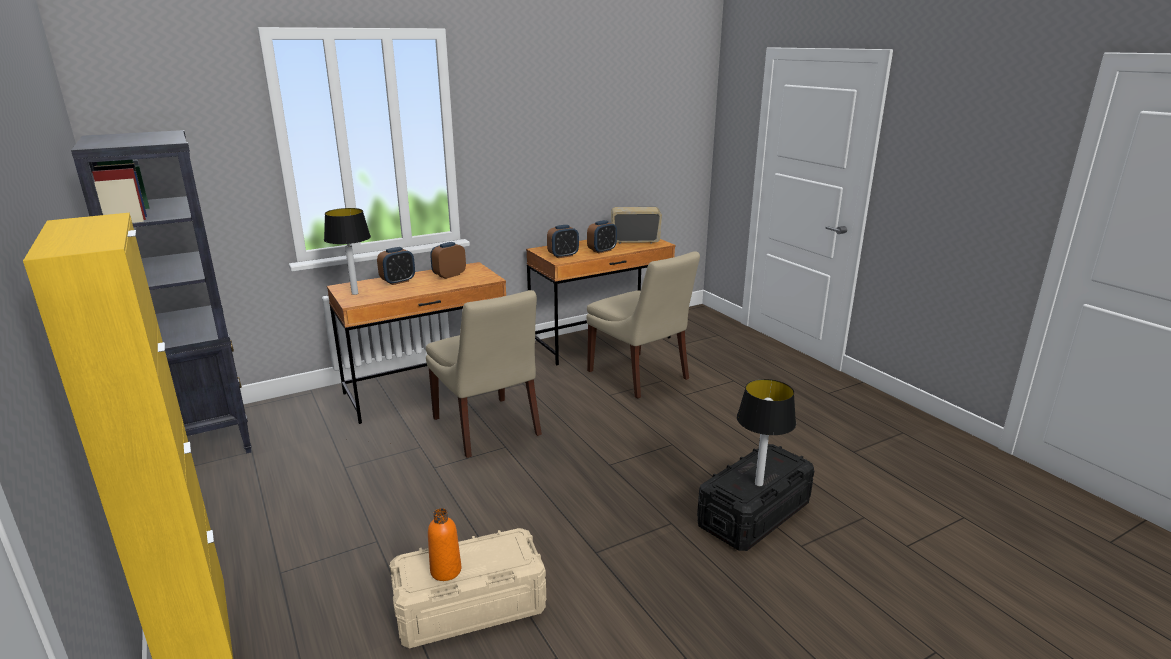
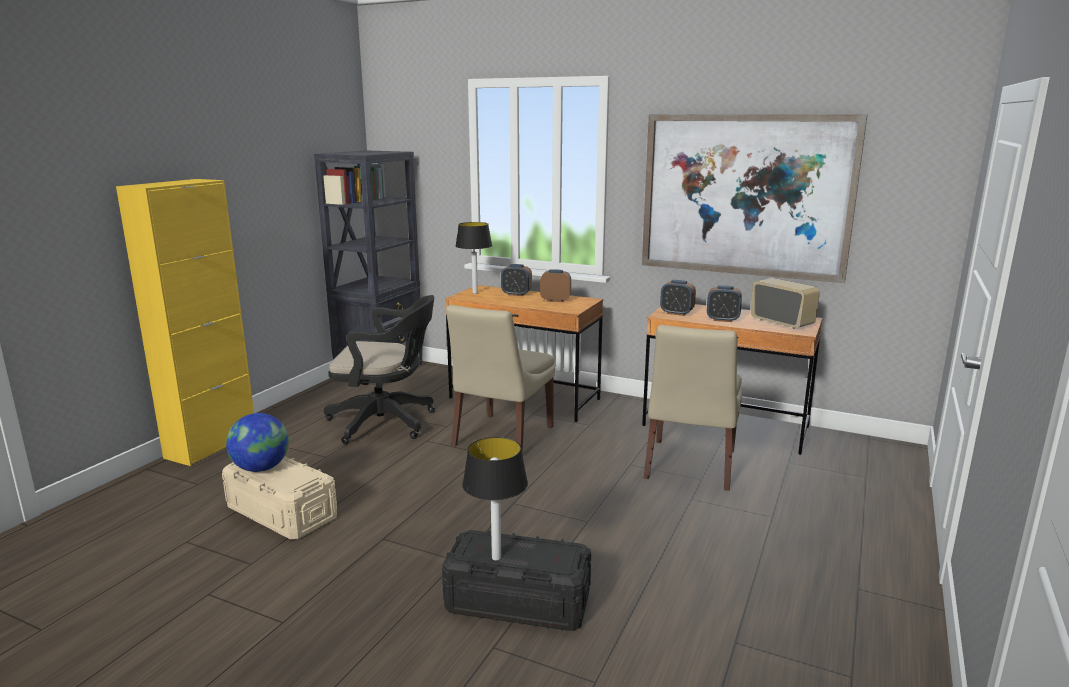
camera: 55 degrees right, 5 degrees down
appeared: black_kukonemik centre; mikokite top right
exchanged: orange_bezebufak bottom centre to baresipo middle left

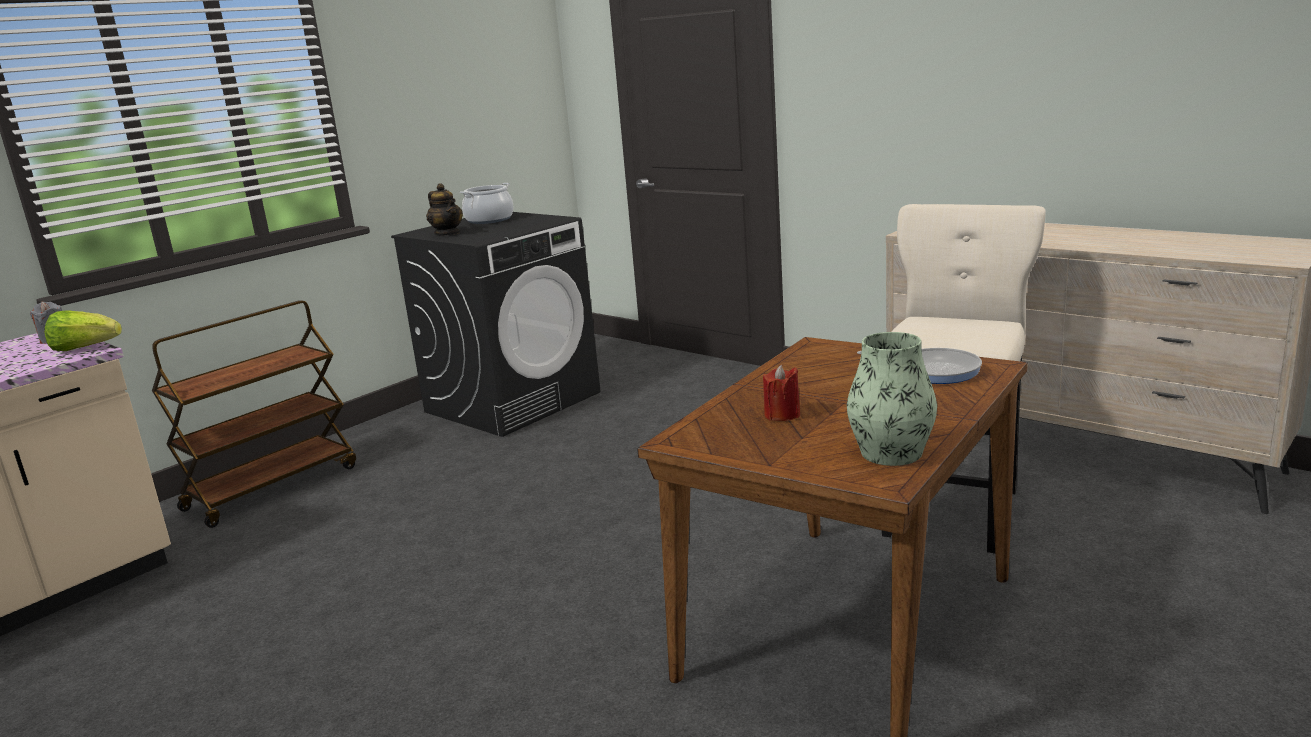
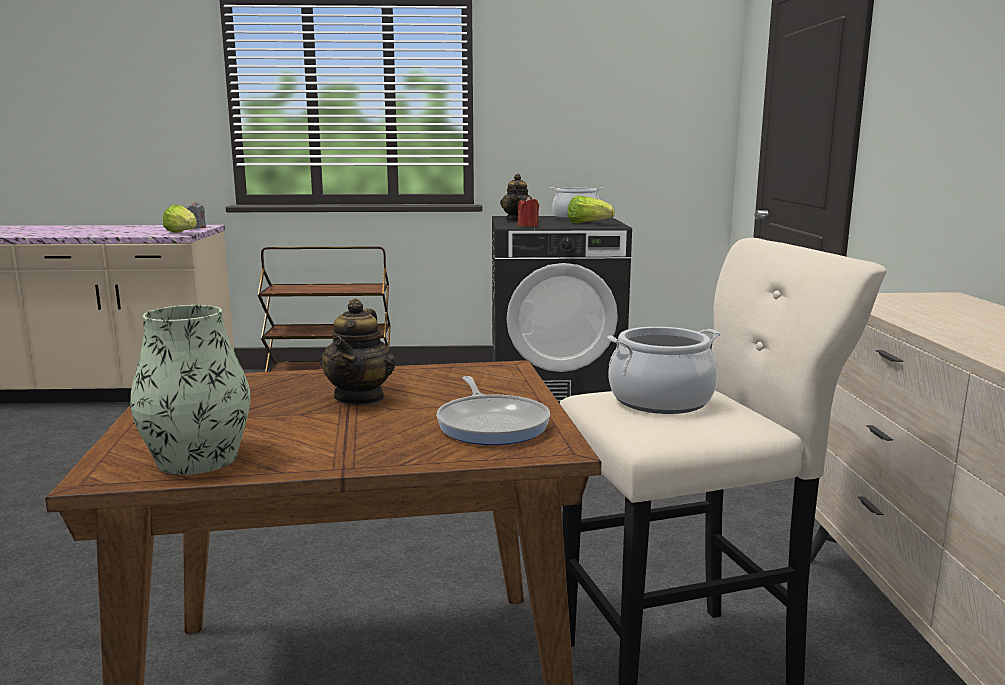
camera: 45 degrees right, 5 degrees down
appeared: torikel (no. 1 from left) centre; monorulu (no. 2 from left) top centre; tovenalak (no. 2 from left) centre
relocated: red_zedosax centre to top centre

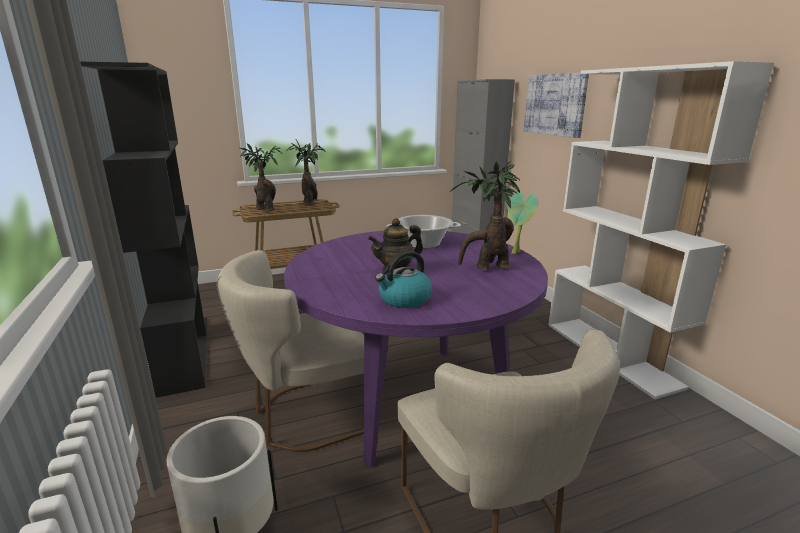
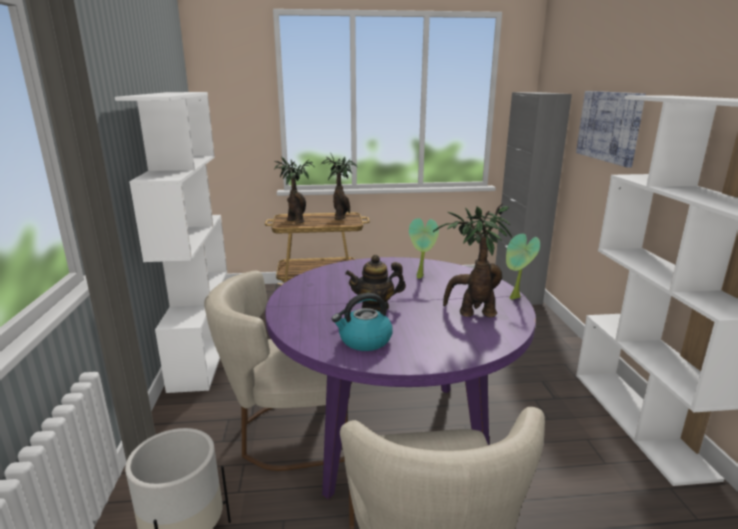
camera: 15 degrees right, 0 degrees up
exchanged: tovenalak centre to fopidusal (no. 3 from left) centre
colour: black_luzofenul middle left to white_luzofenul (no. 1 from left) middle left

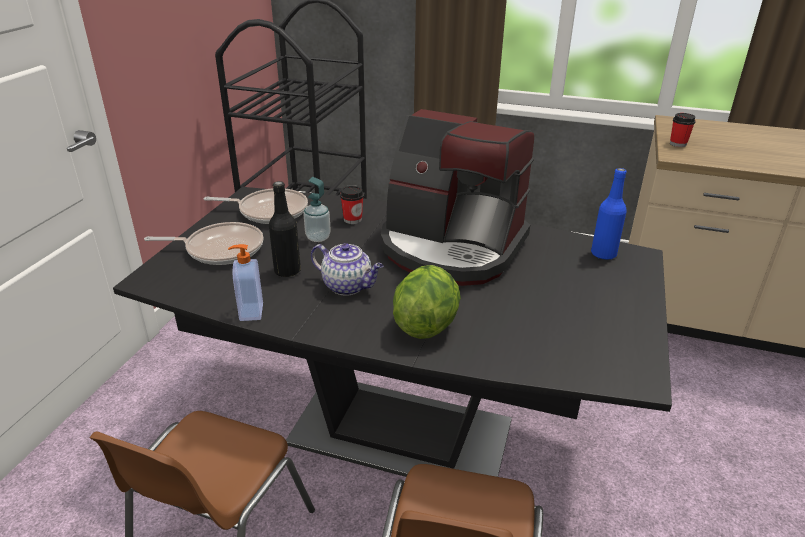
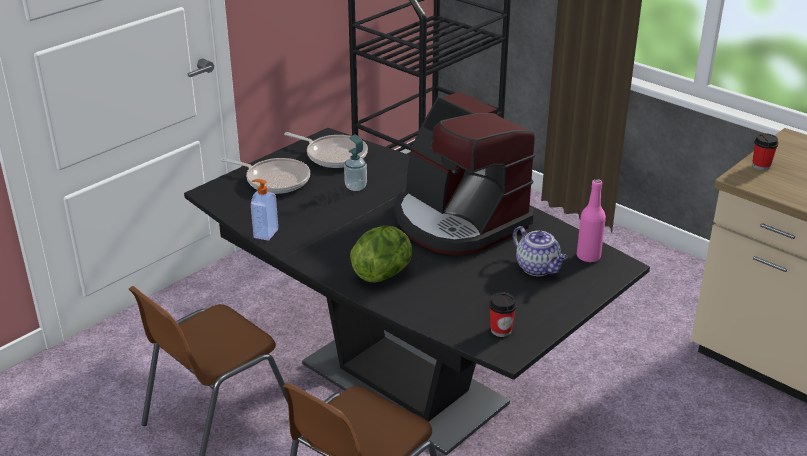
camera: 25 degrees right, 0 degrees up
missing: black_bezebufak centre
relocated: torikel centre to middle right; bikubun (no. 1 from left) centre to bottom centre
colour: blue_bezebufak middle right to pink_bezebufak middle right

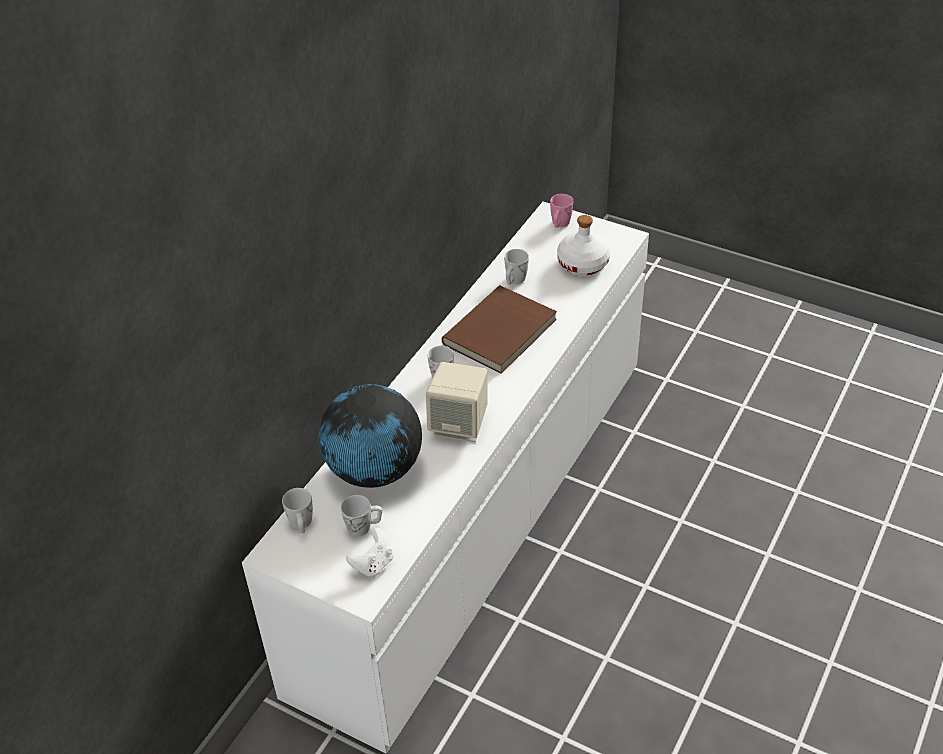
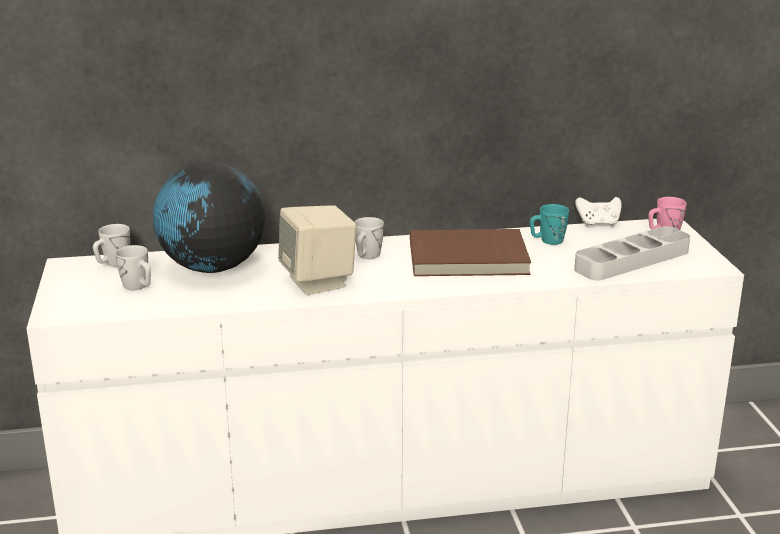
camera: 50 degrees right, 20 degrees down
relocated: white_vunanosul bottom centre to middle right
exchanged: white_bezebufak top centre to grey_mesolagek middle right
colour: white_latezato (no. 4 from left) centre to turquoise_latezato middle right

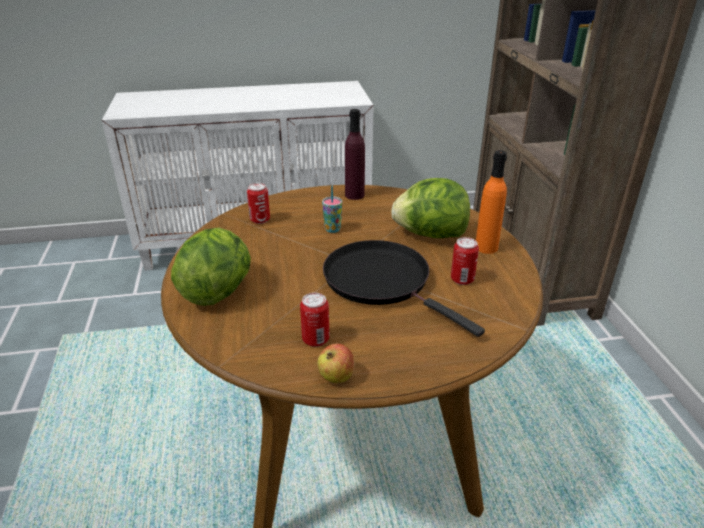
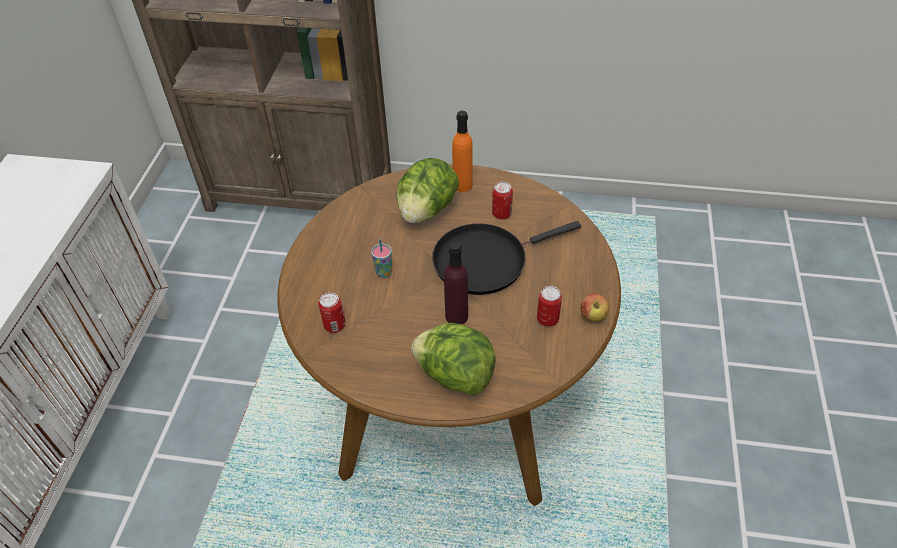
camera: 70 degrees left, 15 degrees up
relocated: purple_bezebufak top centre to centre

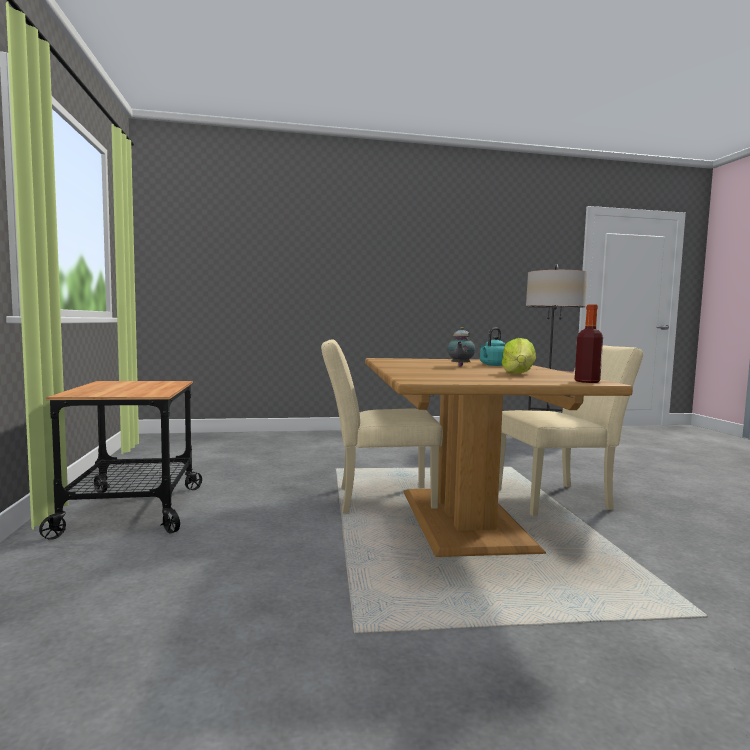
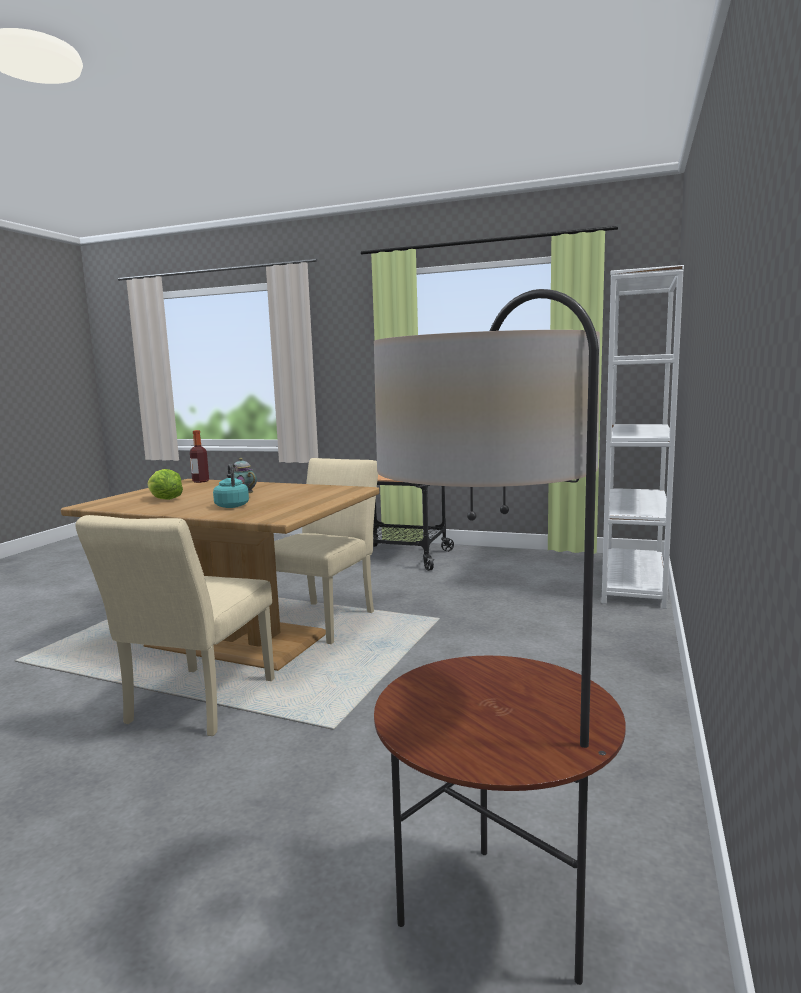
camera: 120 degrees right, 5 degrees up
appeared: white_luzofenul middle right
relocated: bezebufak middle right to middle left

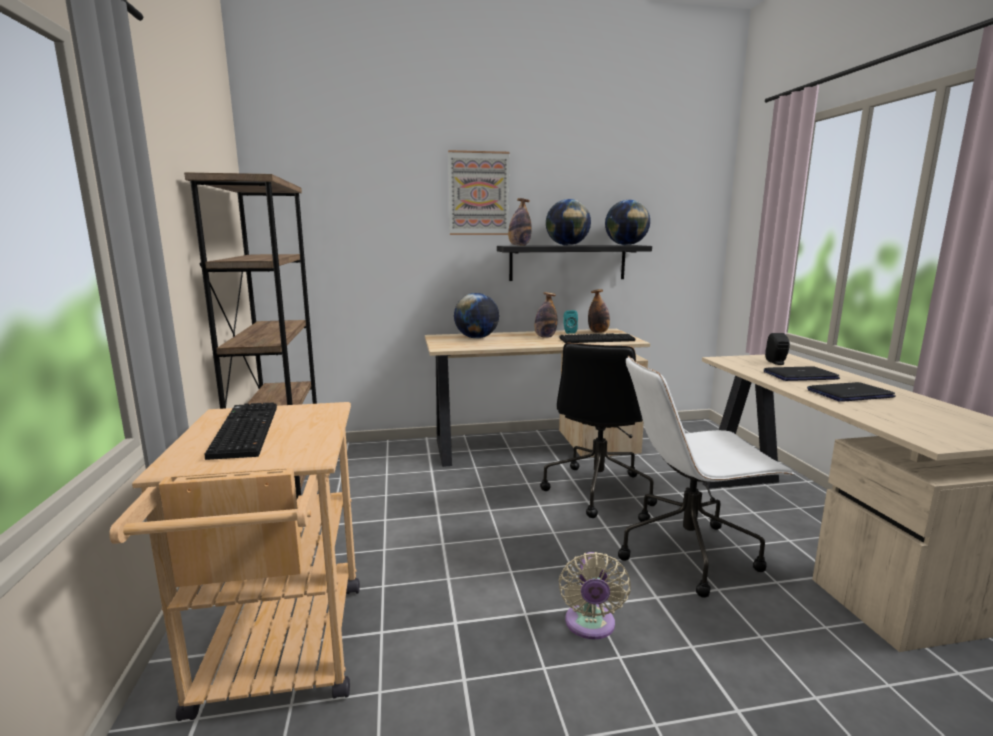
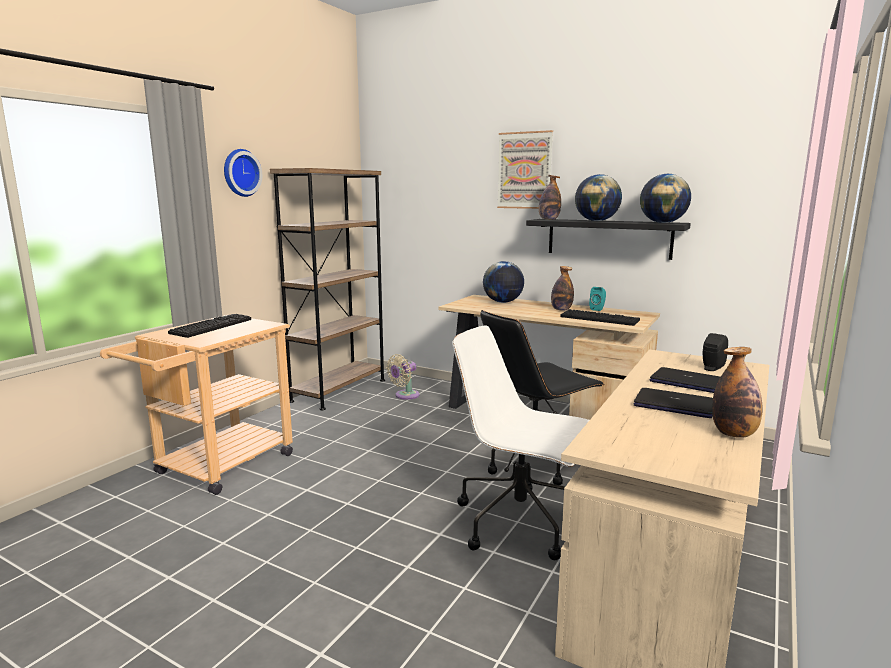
camera: 40 degrees right, 0 degrees up
appeared: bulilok top left
relocated: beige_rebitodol bottom centre to centre; bezebufak (no. 3 from left) centre to middle right

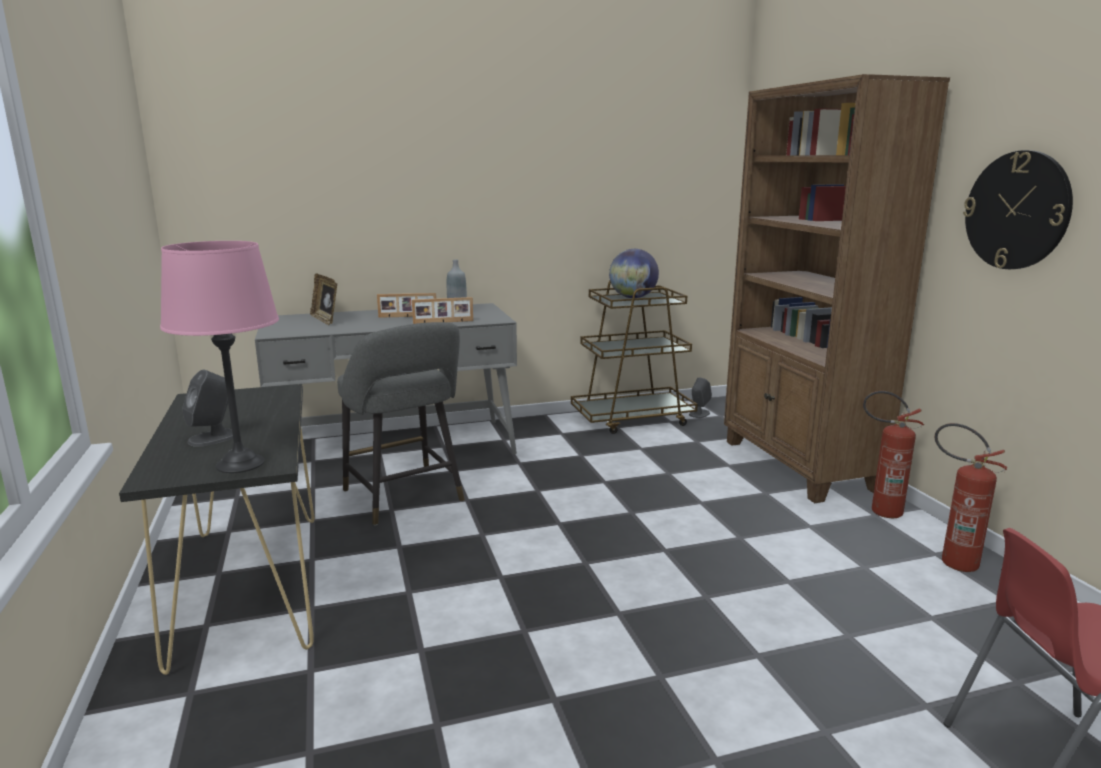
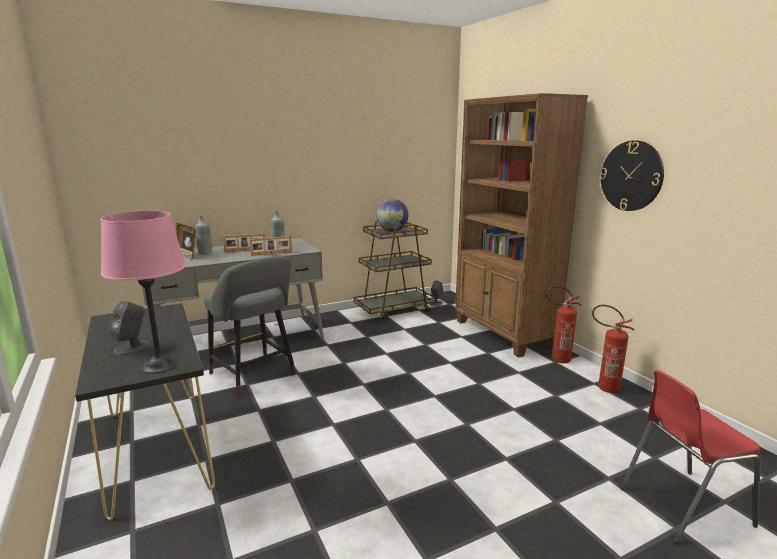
camera: 10 degrees left, 0 degrees up
appeared: grey_bezebufak (no. 1 from left) middle left

